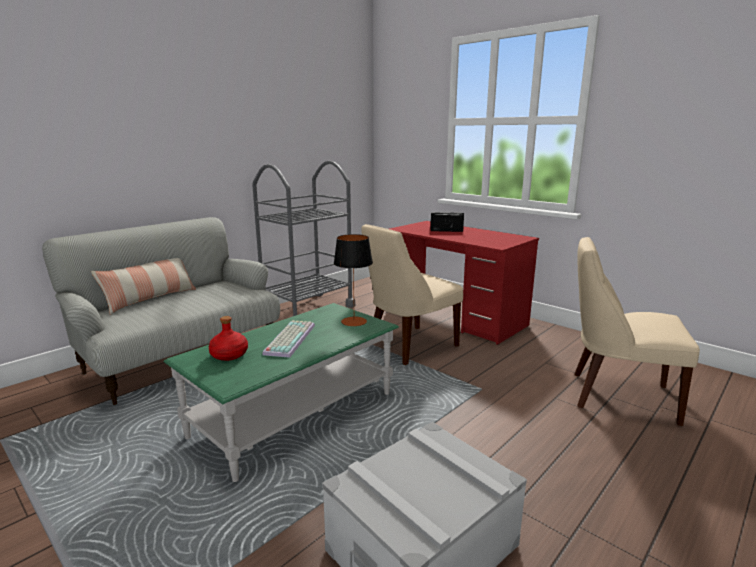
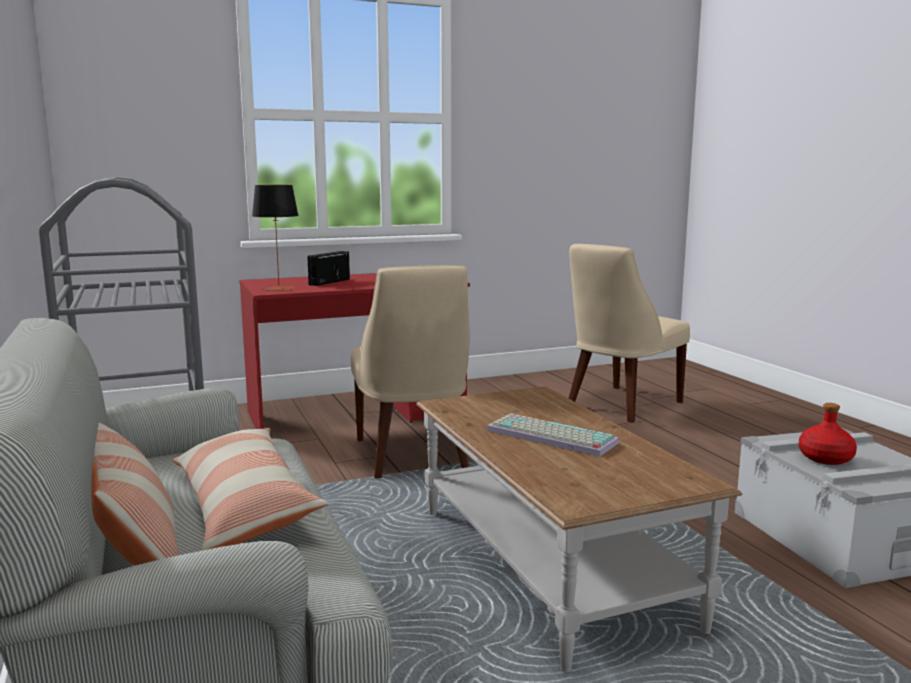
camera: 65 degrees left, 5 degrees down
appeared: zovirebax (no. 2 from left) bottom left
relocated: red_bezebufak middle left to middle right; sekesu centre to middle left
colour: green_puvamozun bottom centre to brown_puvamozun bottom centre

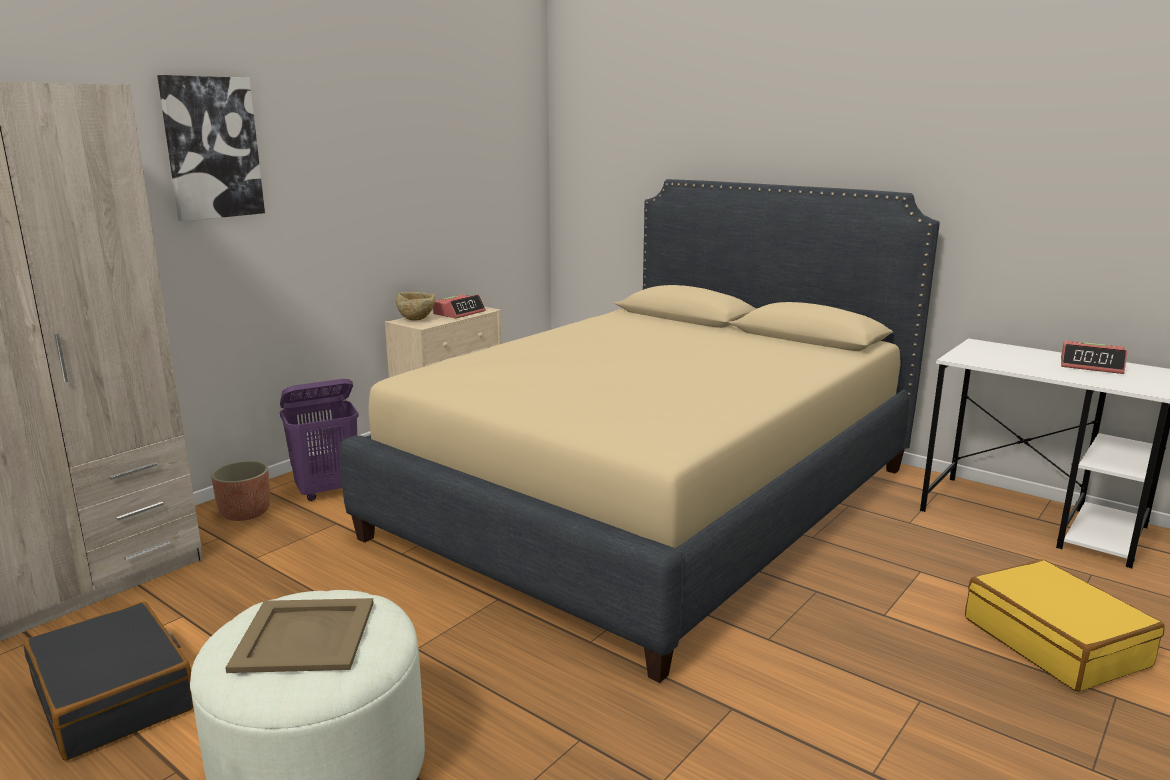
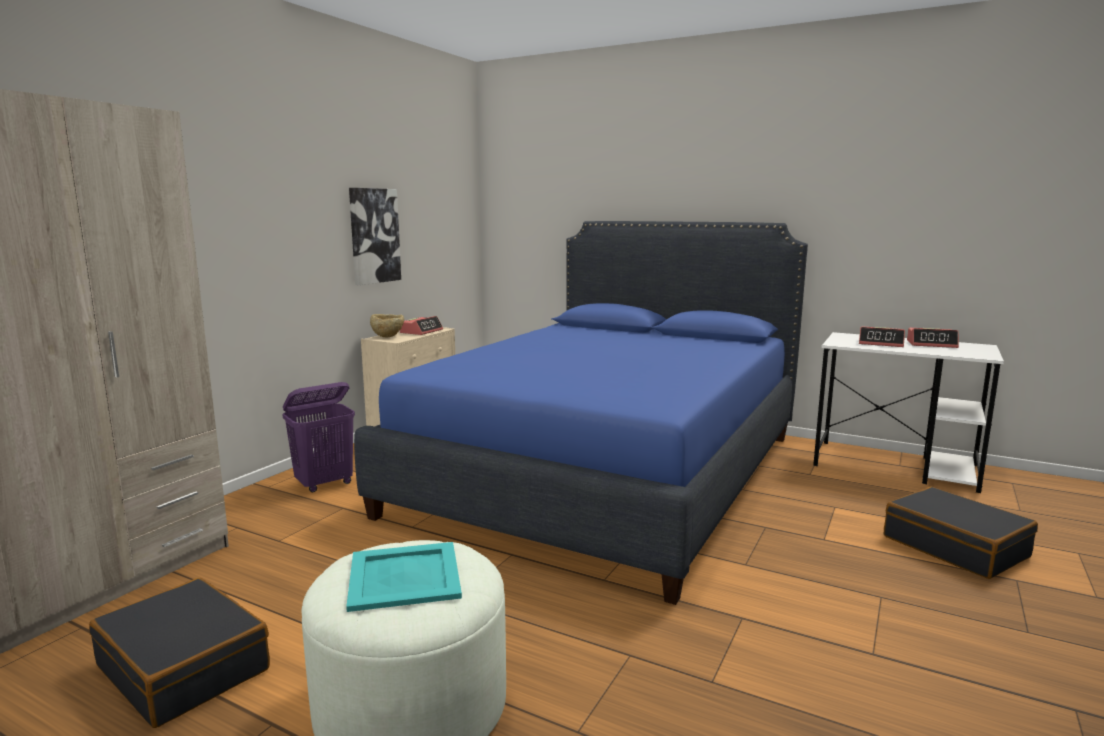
camera: 10 degrees left, 5 degrees down
missing: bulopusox middle left
appeared: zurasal (no. 2 from left) middle right
relocated: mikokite top left to top centre
colour: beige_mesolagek bottom left to turquoise_mesolagek bottom centre; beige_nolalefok centre to blue_nolalefok centre; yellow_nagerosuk bottom right to black_nagerosuk (no. 2 from left) bottom right

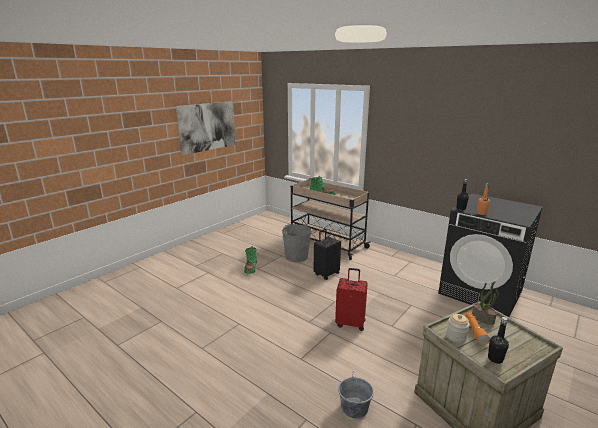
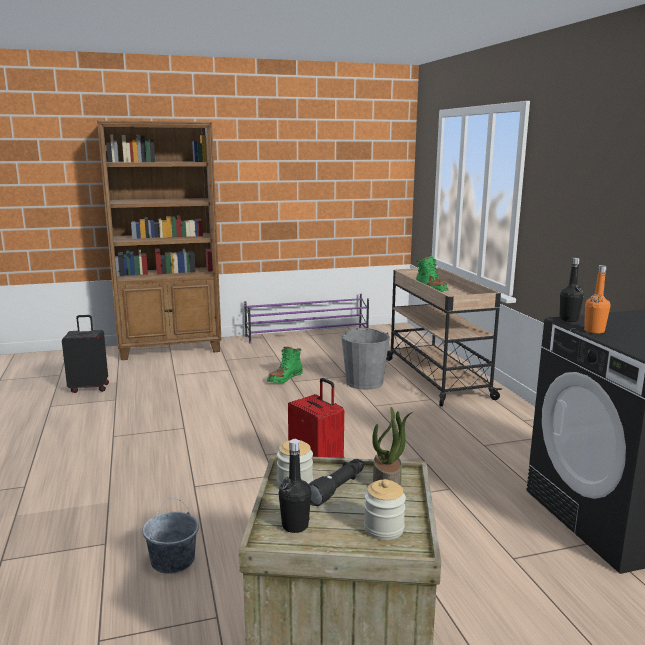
camera: 35 degrees right, 5 degrees down
missing: mikokite top centre
appeared: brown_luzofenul middle left; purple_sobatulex centre; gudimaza (no. 2 from left) bottom centre
relocated: black_nagerosuk centre to middle left
colour: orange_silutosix bottom right to black_silutosix bottom centre

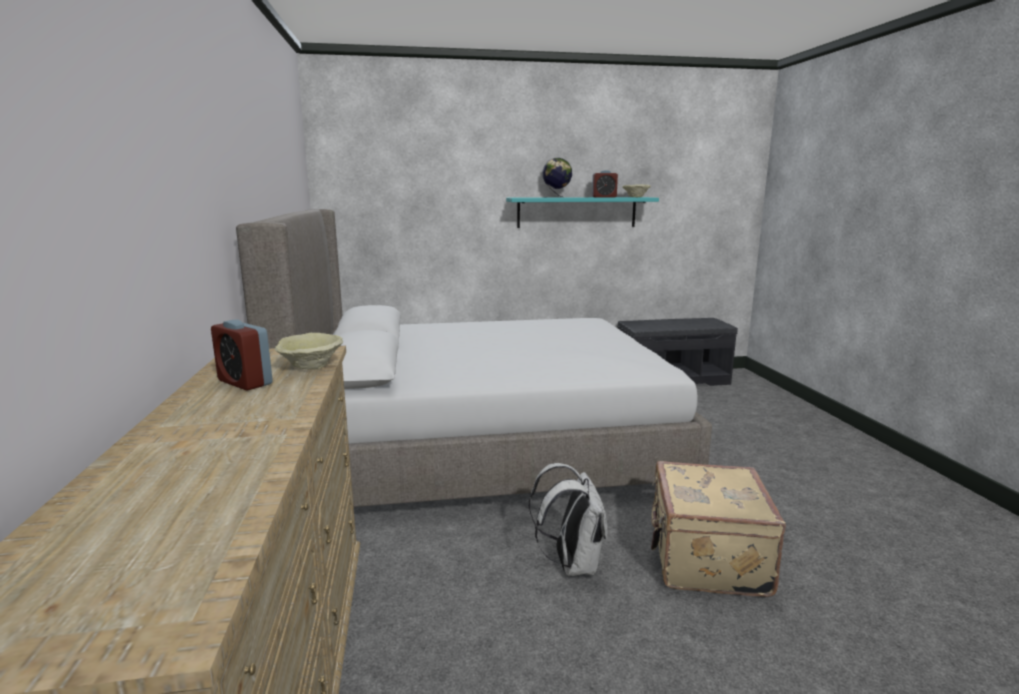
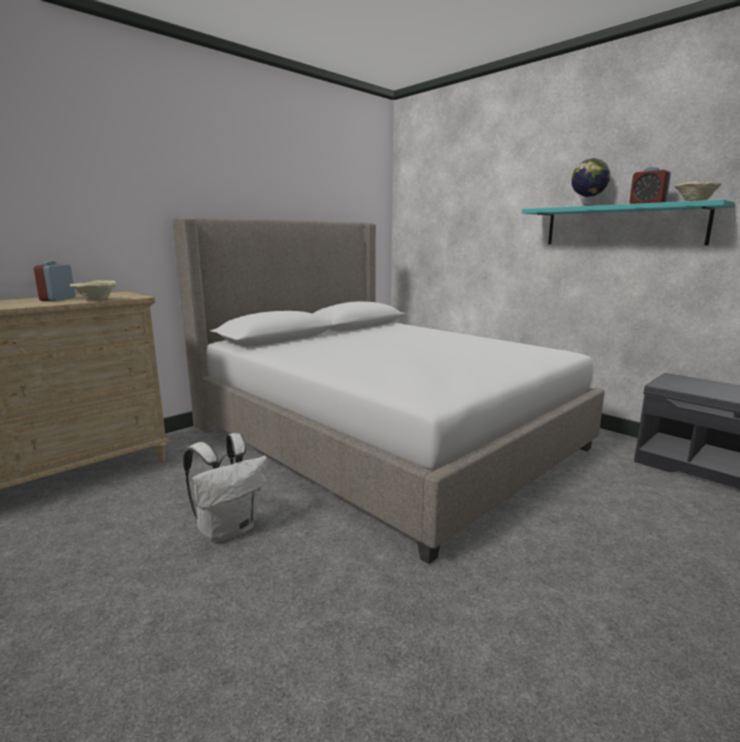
camera: 55 degrees right, 0 degrees up
missing: beige_nagerosuk bottom right

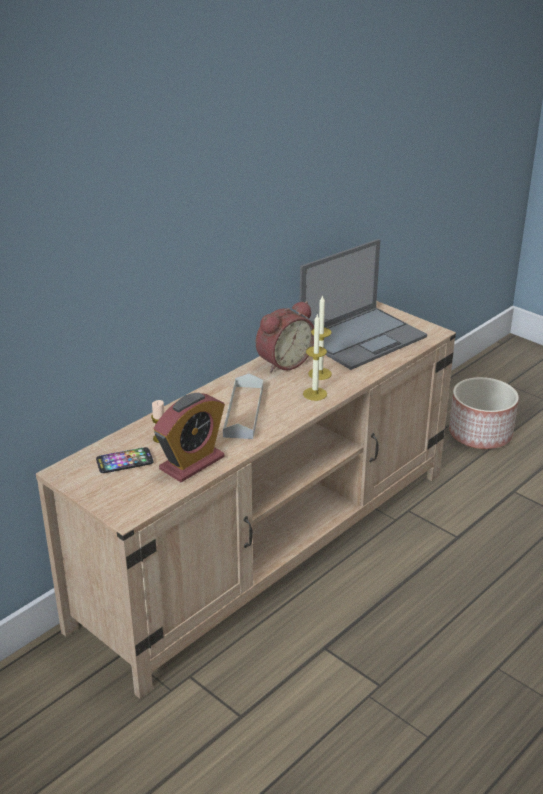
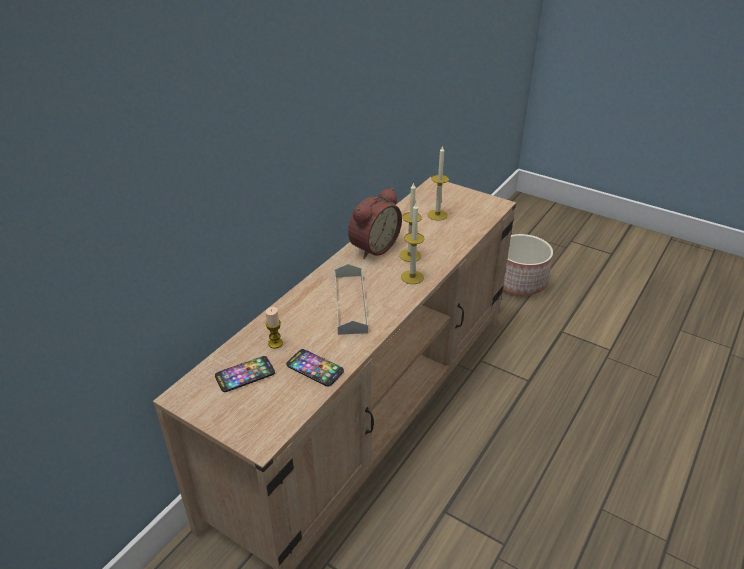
camera: 10 degrees left, 5 degrees up
exchanged: zurasal (no. 1 from left) centre to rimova (no. 2 from left) centre; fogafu middle right to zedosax (no. 4 from left) top centre

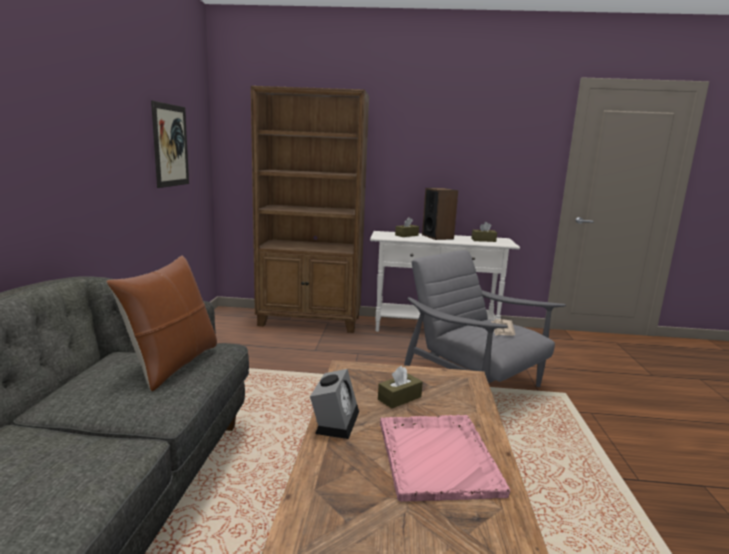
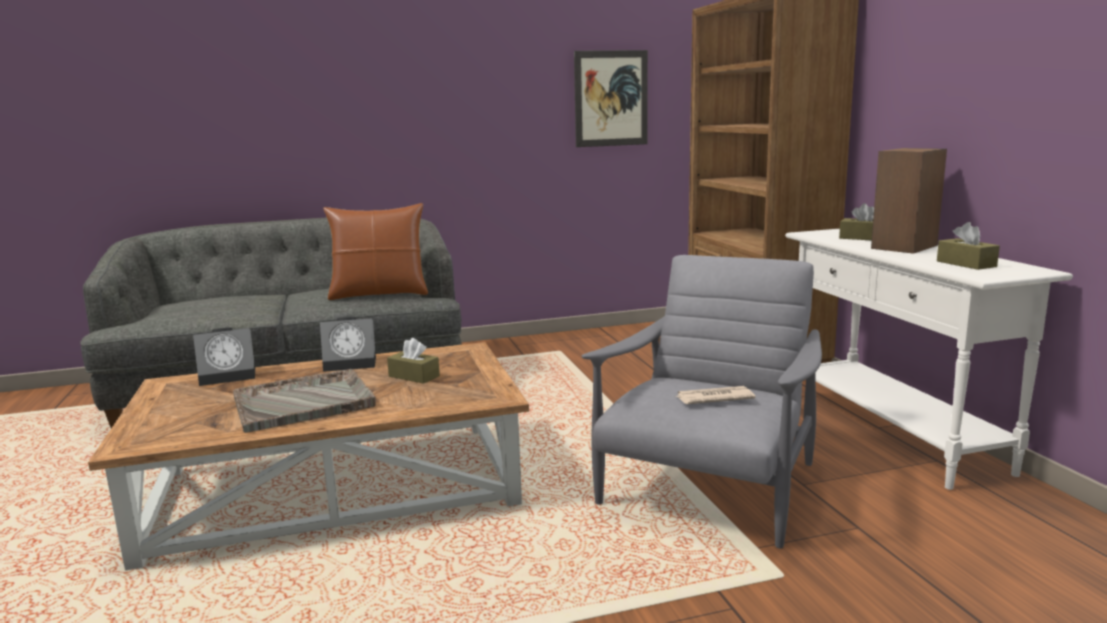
camera: 70 degrees right, 0 degrees up
appeared: zurasal (no. 1 from left) middle left
colour: pink_mesolagek bottom centre to grey_mesolagek middle left

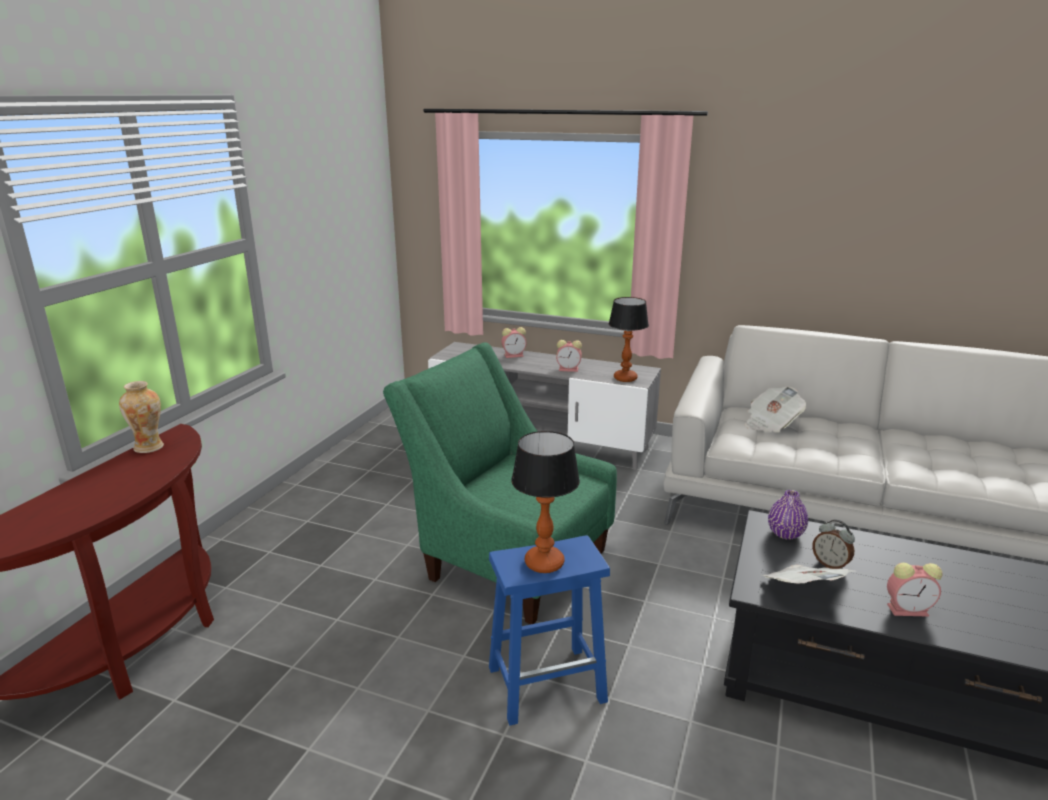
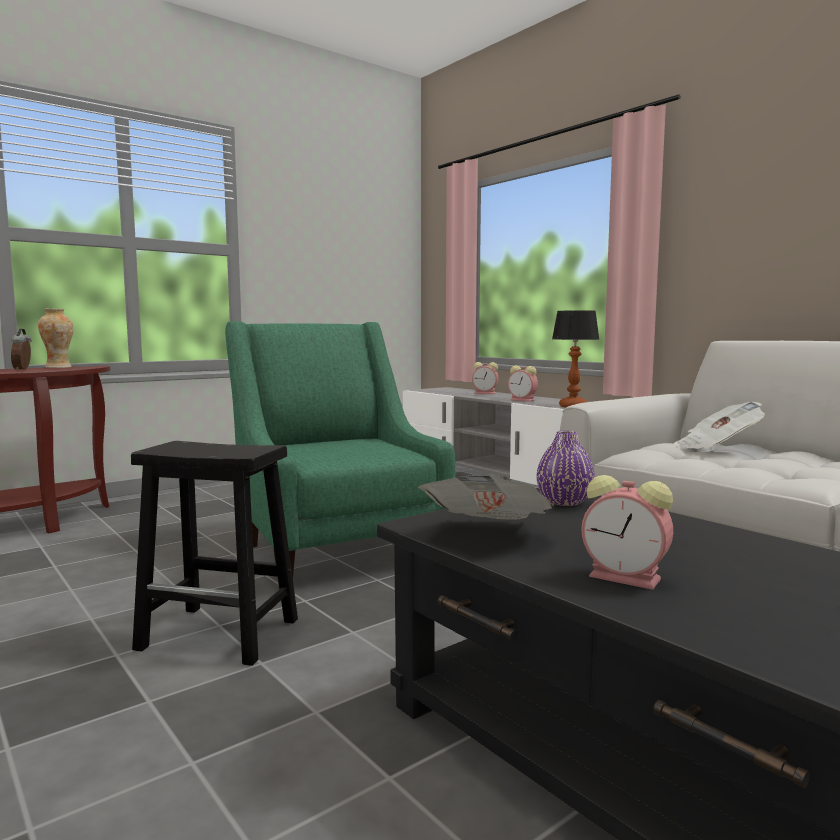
camera: 30 degrees right, 15 degrees down
missing: sekesu (no. 1 from left) centre
relocated: zurasal (no. 3 from left in the first image) bottom right to zurasal (no. 1 from left) middle left
colour: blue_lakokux bottom centre to black_lakokux middle left

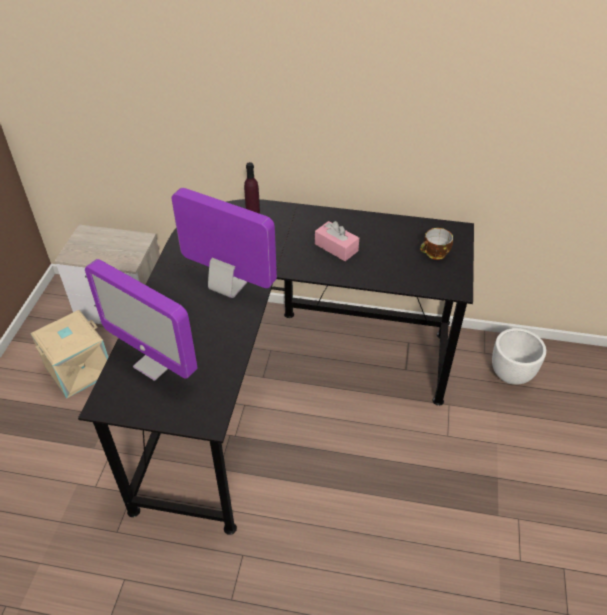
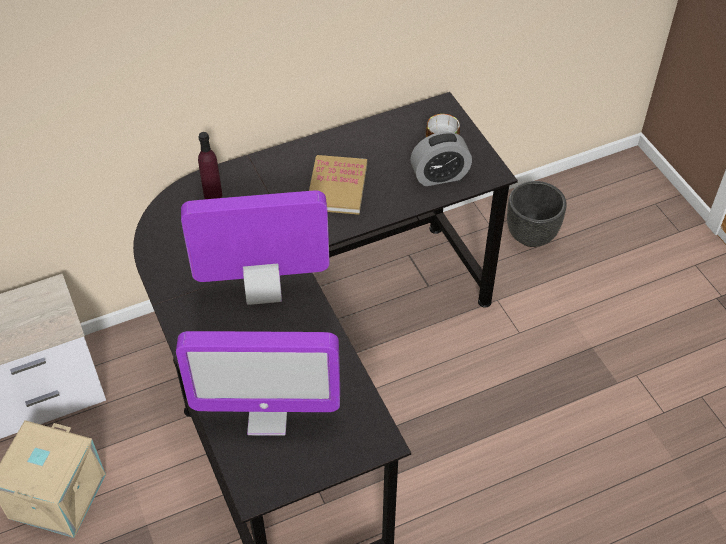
camera: 35 degrees left, 5 degrees up
appeared: zurasal top centre
exchanged: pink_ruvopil centre to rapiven centre
colour: white_bulopusox middle right to black_bulopusox middle right

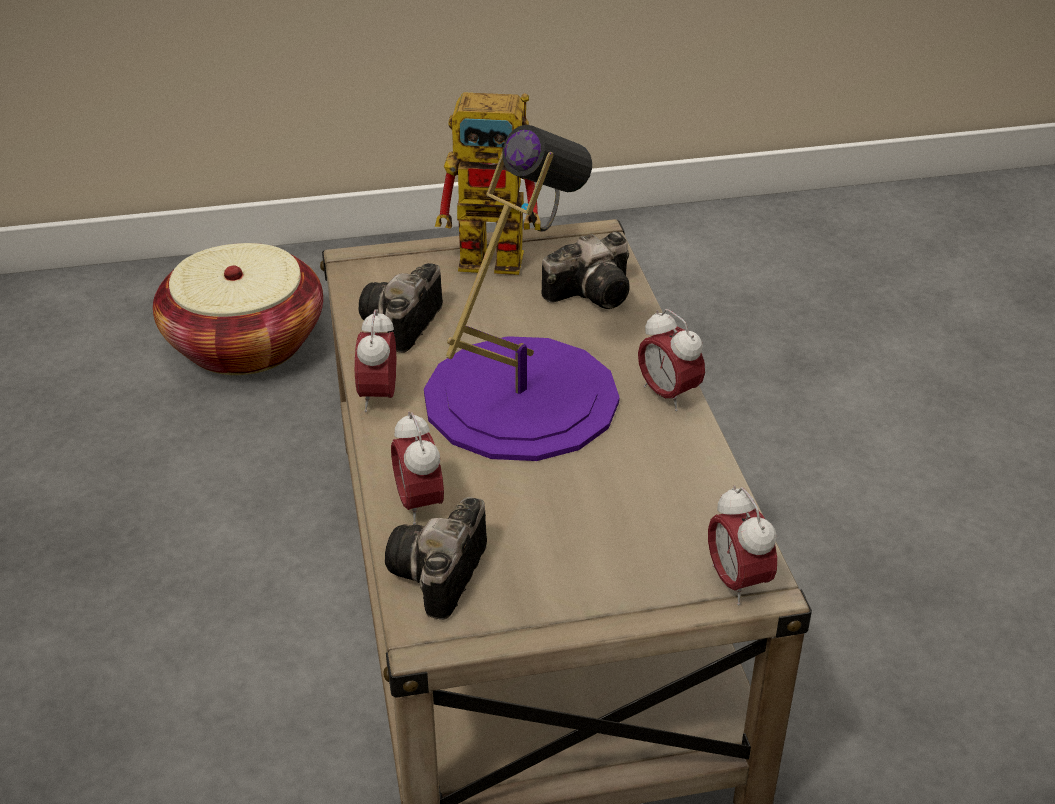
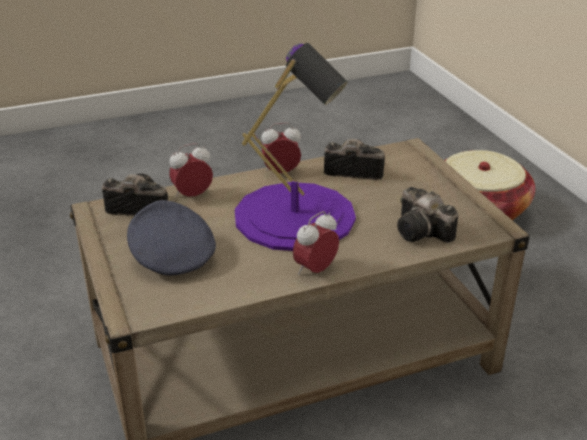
camera: 80 degrees right, 5 degrees down
missing: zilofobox top centre; zurasal (no. 4 from left) bottom right
appeared: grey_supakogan middle left

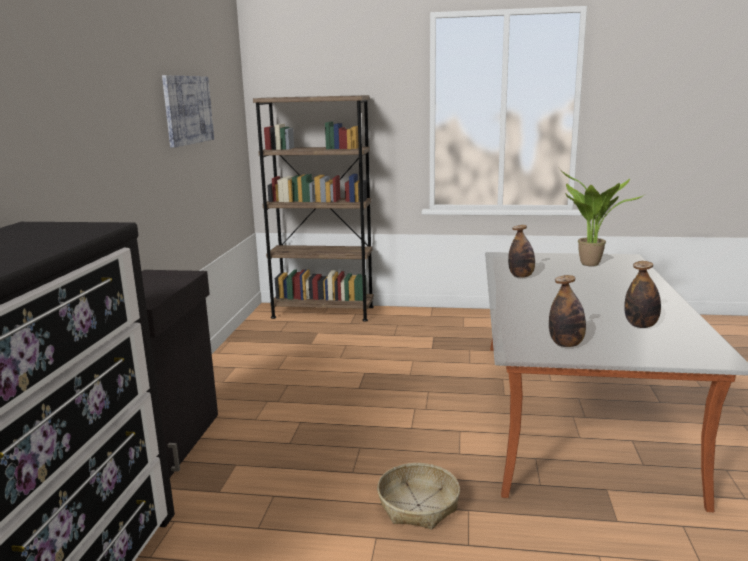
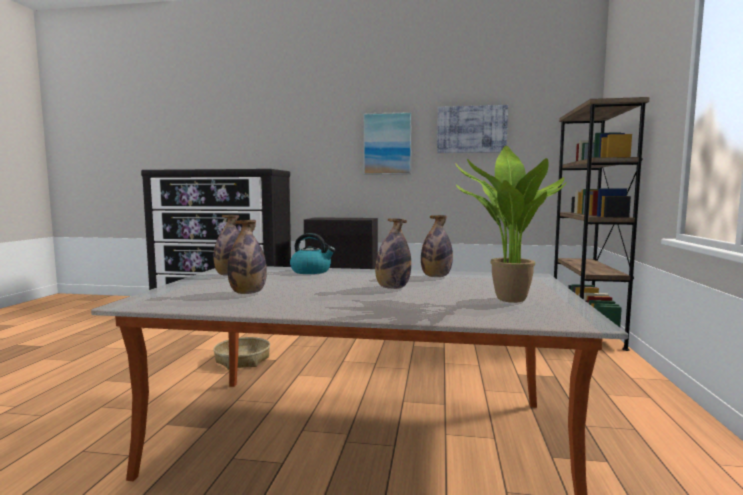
camera: 90 degrees right, 10 degrees down
appeared: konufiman centre; mikokite (no. 1 from left) top centre; bezebufak (no. 3 from left) centre

